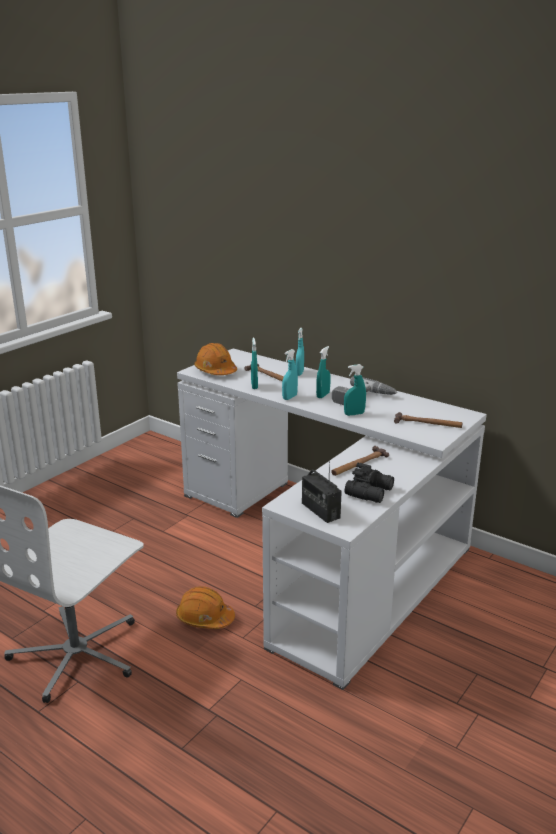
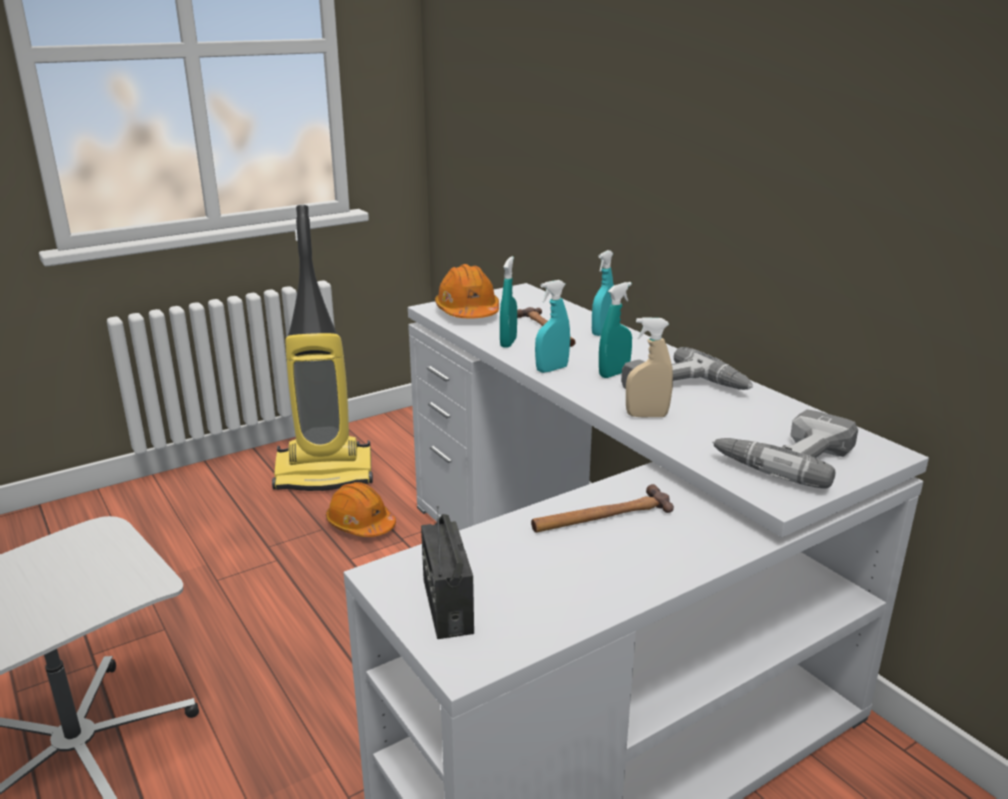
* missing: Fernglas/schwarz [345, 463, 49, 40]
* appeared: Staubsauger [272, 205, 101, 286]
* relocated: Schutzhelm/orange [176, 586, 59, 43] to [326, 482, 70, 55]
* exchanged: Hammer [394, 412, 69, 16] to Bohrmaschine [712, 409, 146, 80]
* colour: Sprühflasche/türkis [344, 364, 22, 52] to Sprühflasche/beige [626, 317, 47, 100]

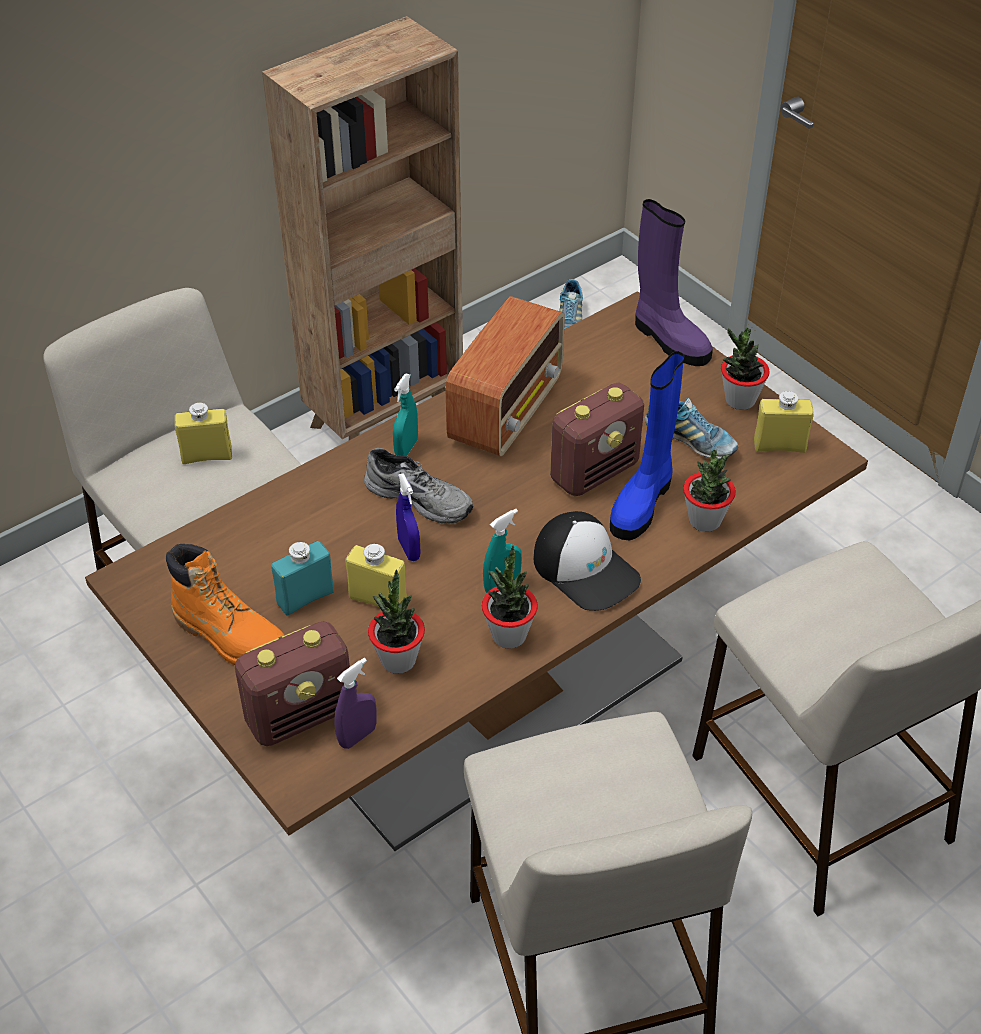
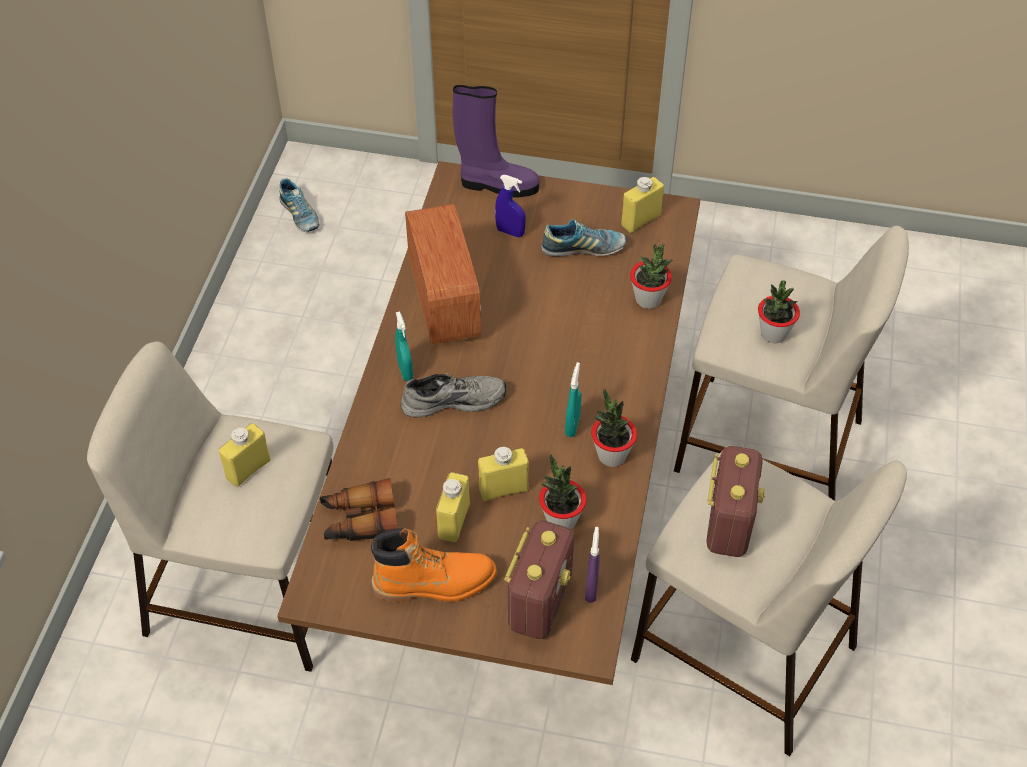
* missing: Bücherregal/braun [262, 16, 201, 424]
* missing: Kappe [534, 511, 107, 100]
* missing: Stiefel/blau [610, 351, 74, 190]
* appeared: Fernglas [320, 478, 78, 63]
* relocated: Sprühflasche/blau [396, 473, 24, 88] to [495, 175, 31, 62]
* relocated: Radio [550, 382, 94, 114] to [706, 446, 59, 111]
* relocated: Topfpflanze [721, 327, 49, 83] to [758, 280, 42, 63]
* colour: Flasche/türkis [271, 541, 63, 75] to Flasche/gelb [436, 472, 34, 70]

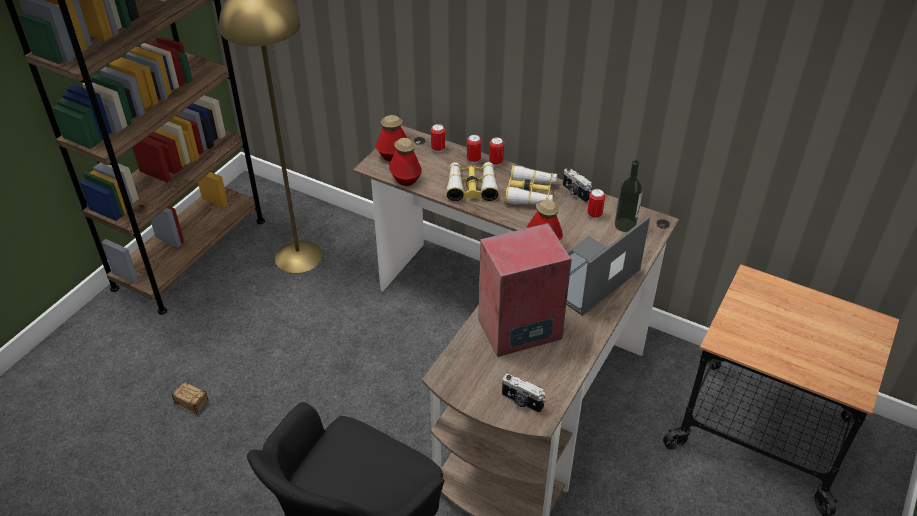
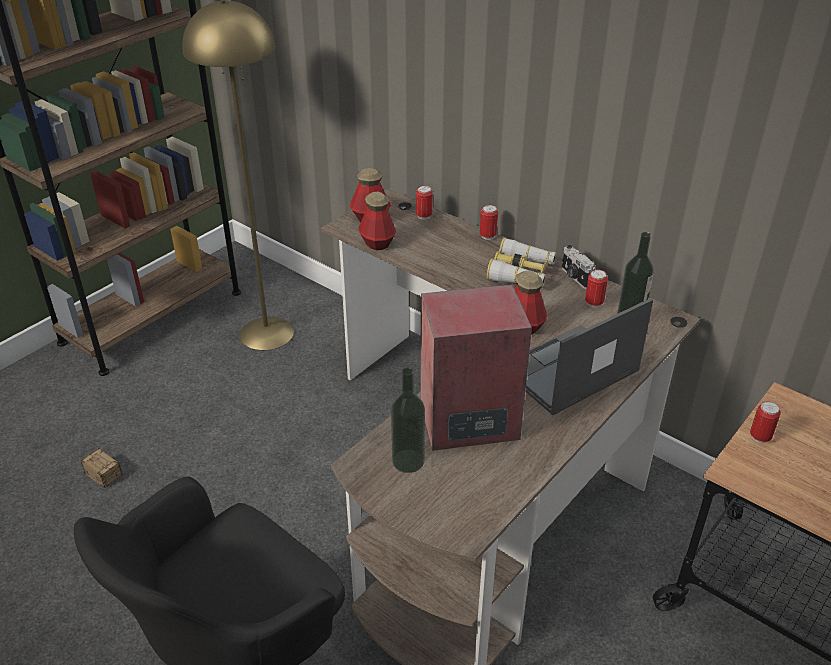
* missing: Fernglas [446, 162, 53, 39]
* missing: Kamera [502, 373, 44, 40]
* appeared: Flasche [391, 368, 34, 105]
* relocated: Dose [467, 135, 14, 28] to [750, 401, 31, 42]

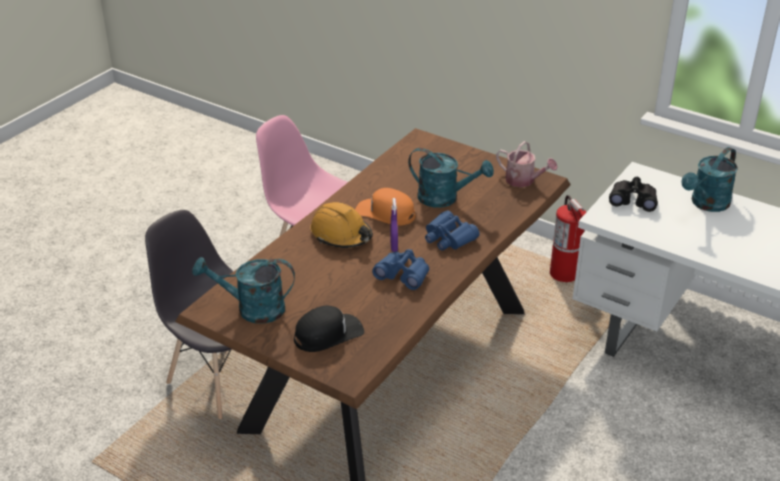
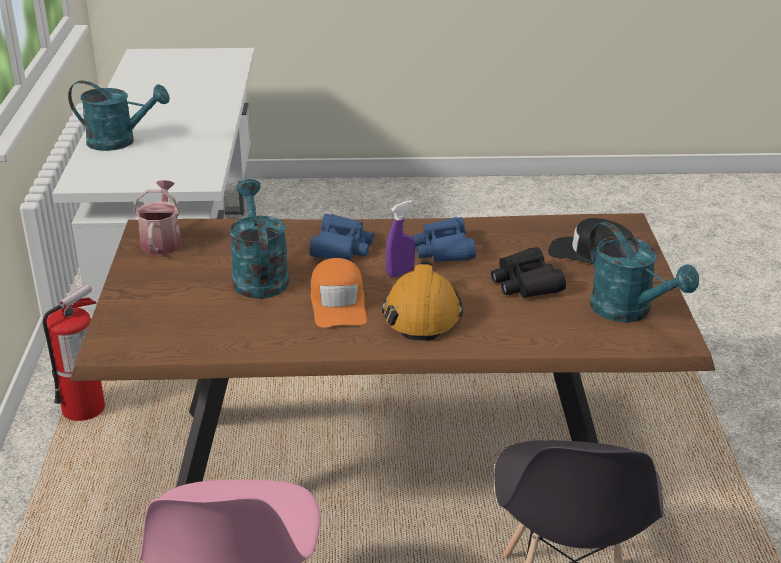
* relocated: Fernglas/schwarz [609, 177, 49, 35] to [491, 247, 75, 51]

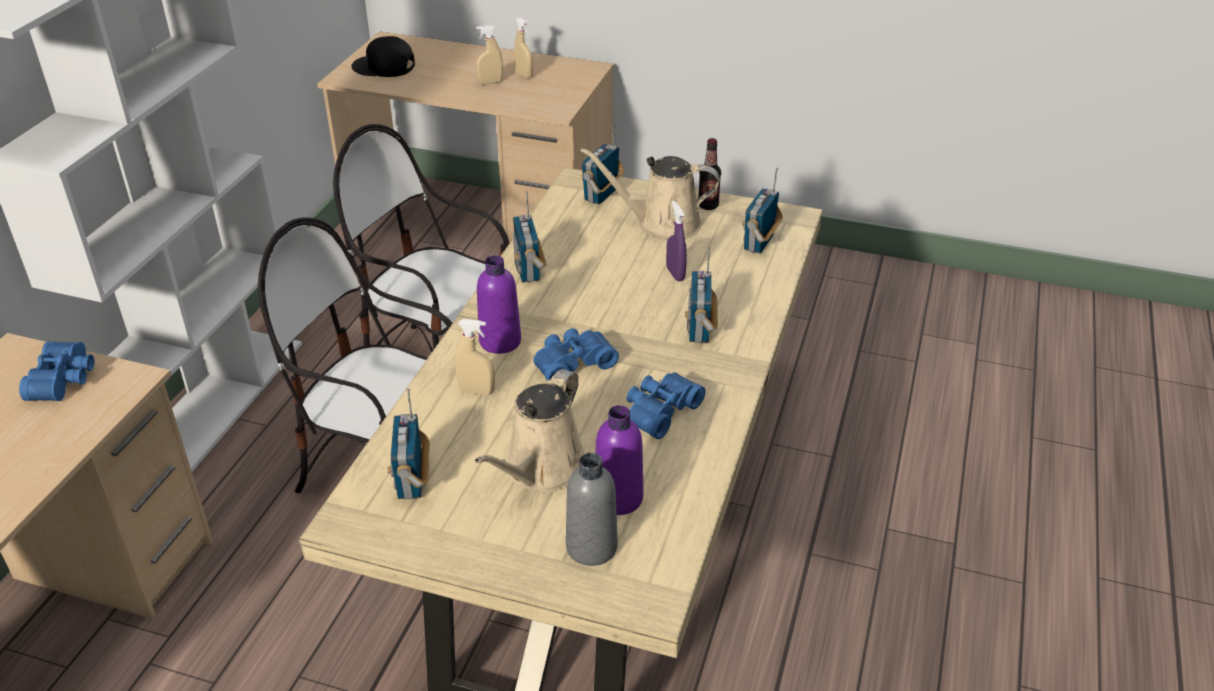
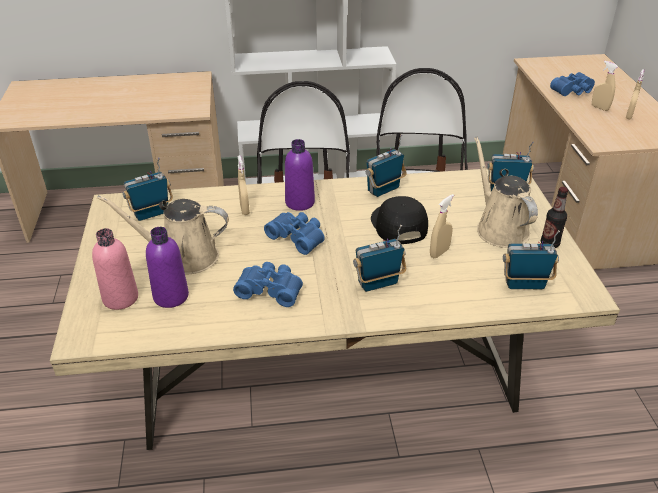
* relocated: Fernglas/blau [19, 342, 76, 59] to [550, 72, 45, 24]
* relocated: Kappe/schwarz [351, 36, 64, 41] to [371, 196, 57, 48]
* colour: Flasche/grau [566, 453, 52, 113] to Flasche/rosa [92, 228, 46, 82]
* colour: Sprühflasche/lila [666, 201, 21, 80] to Sprühflasche/beige [430, 194, 24, 64]

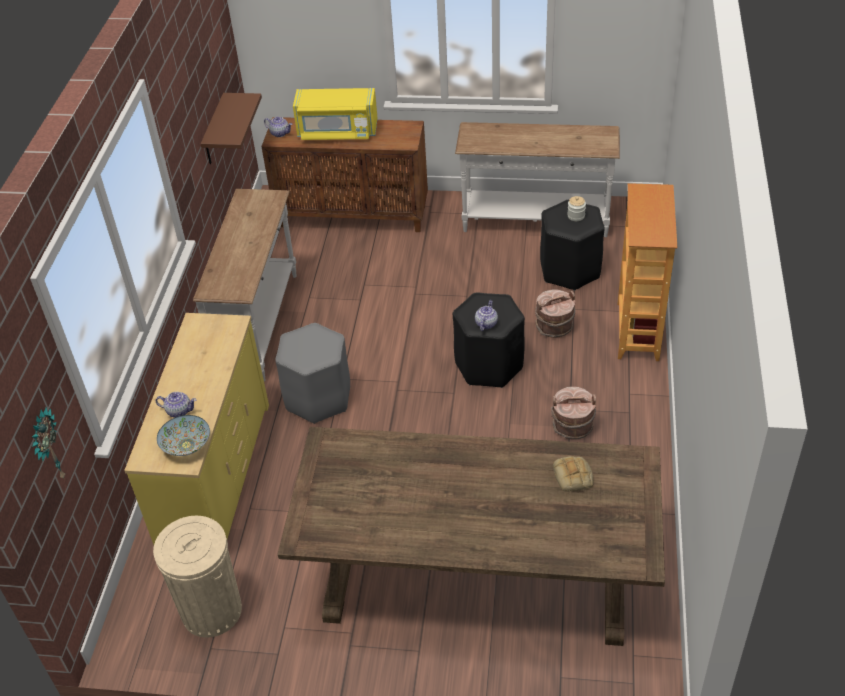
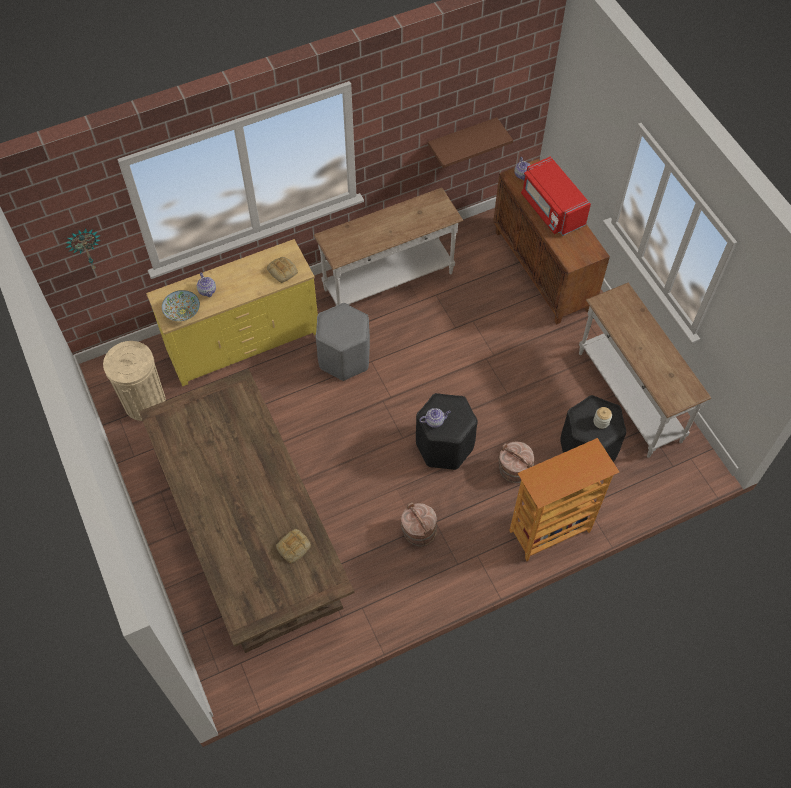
* appeared: Brot [267, 257, 31, 26]
* colour: Mikrowelle/gelb [293, 88, 85, 52] to Mikrowelle/rot [521, 156, 70, 80]

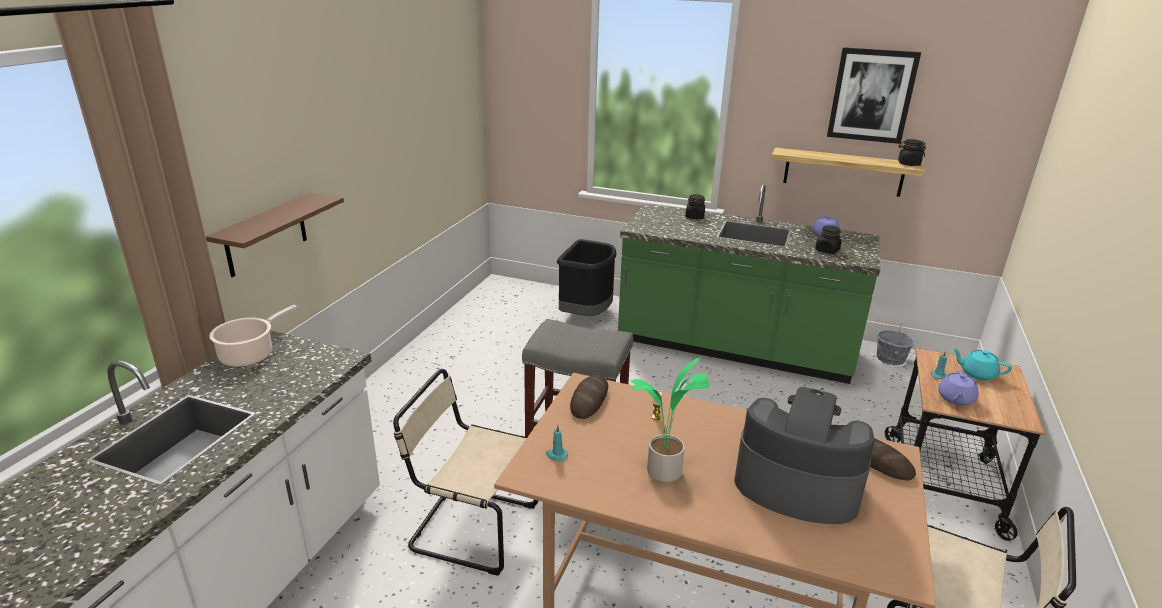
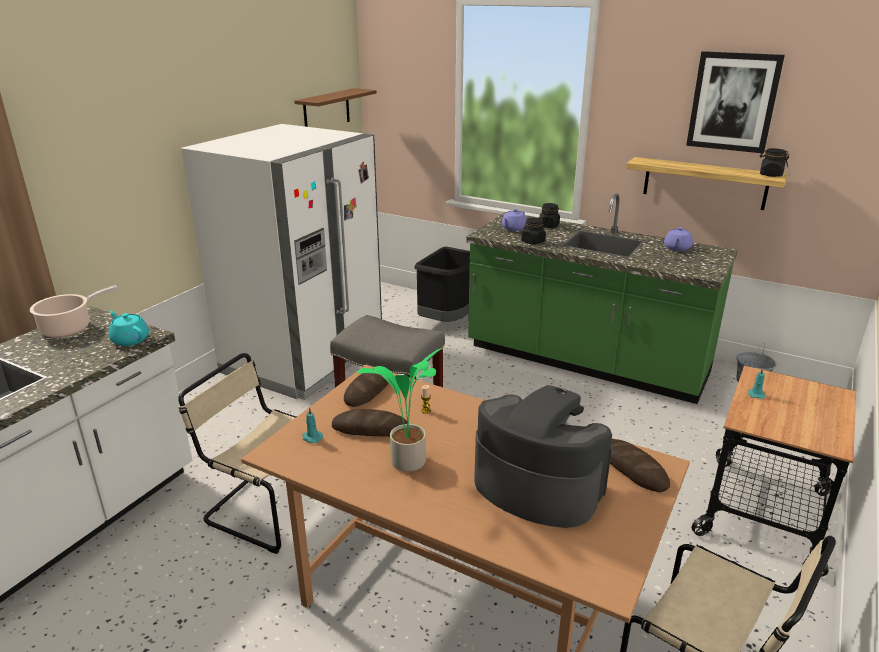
* appeared: Kühlschrank/weiß [181, 124, 201, 276]
* appeared: Brot [332, 409, 75, 28]
* relocated: Wandregal/braun [206, 193, 138, 84] to [294, 88, 83, 39]
* relocated: Vorratsglas/schwarz [815, 225, 27, 29] to [521, 217, 25, 28]
* relocated: Teekanne/lila [938, 370, 41, 36] to [502, 209, 25, 22]
* relocated: Teekanne/türkis [952, 348, 60, 33] to [109, 311, 40, 35]

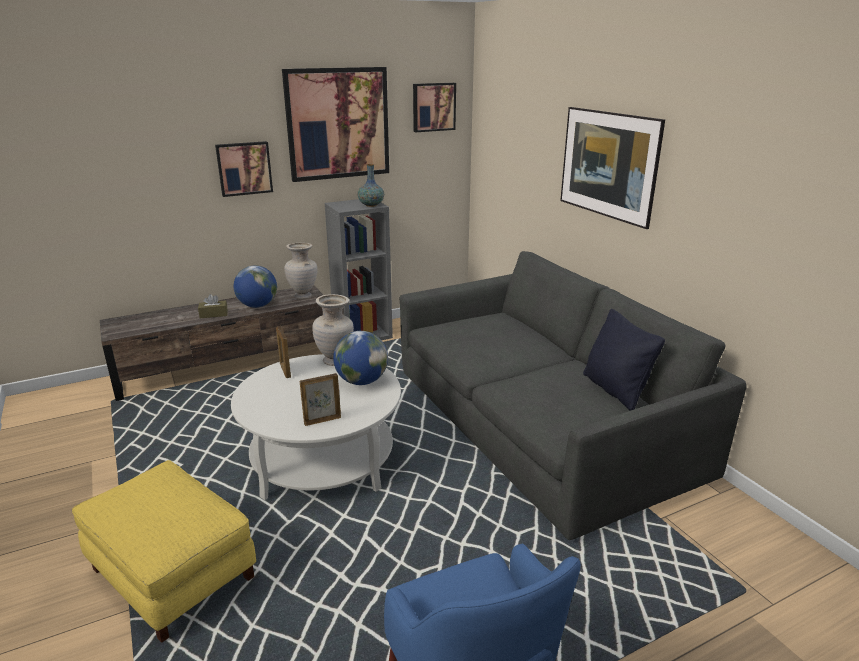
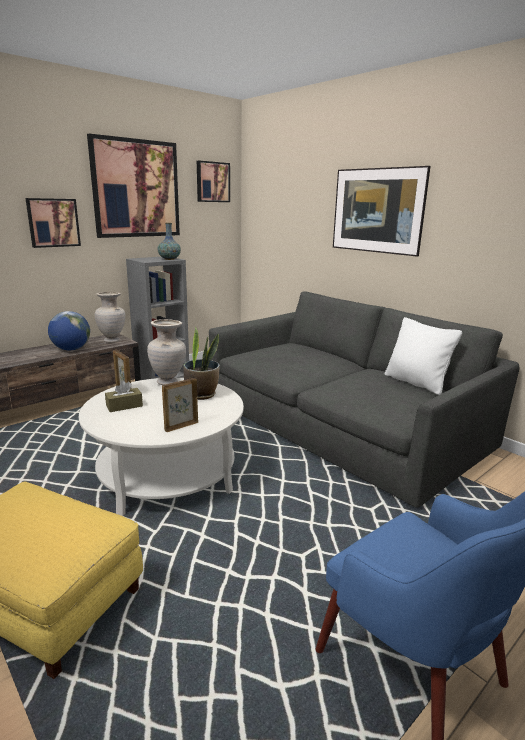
* relocated: Taschentuchbox/braun [198, 294, 30, 24] to [105, 381, 38, 31]
* exchanged: Globus [333, 331, 55, 54] to Topfpflanze [183, 327, 37, 73]
* colour: Kissen/schwarz [583, 309, 82, 102] to Kissen/weiß [385, 317, 77, 78]

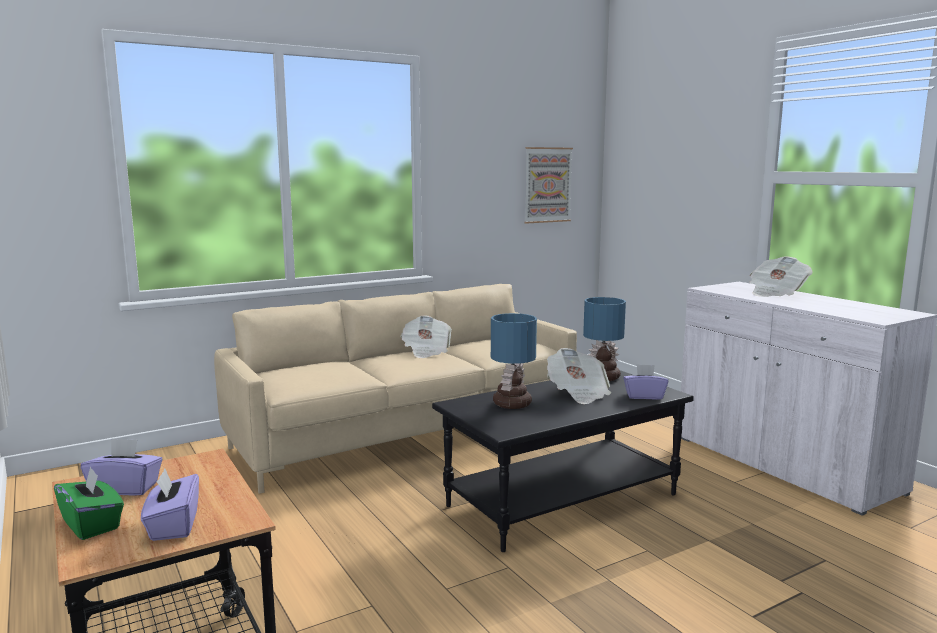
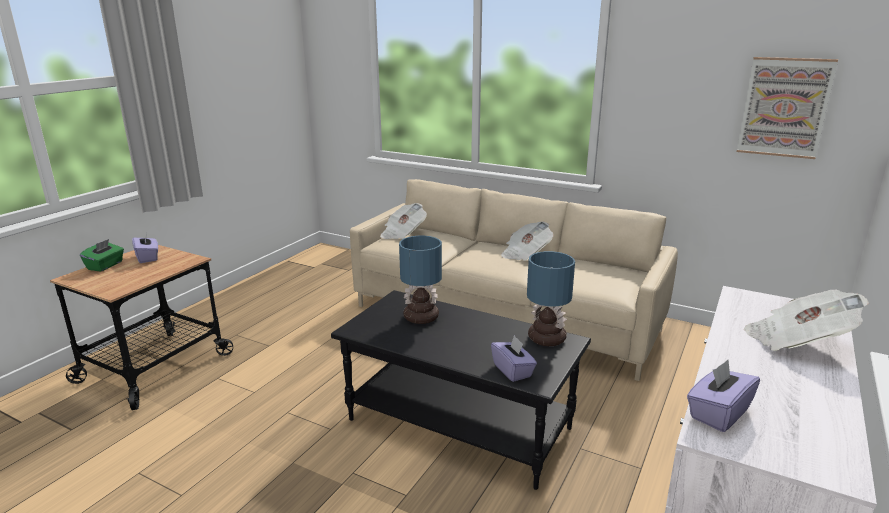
* relocated: Taschentuchbox/lila [141, 468, 58, 73] to [687, 360, 73, 72]
* relocated: Zeitung [547, 348, 64, 56] to [380, 203, 47, 36]

